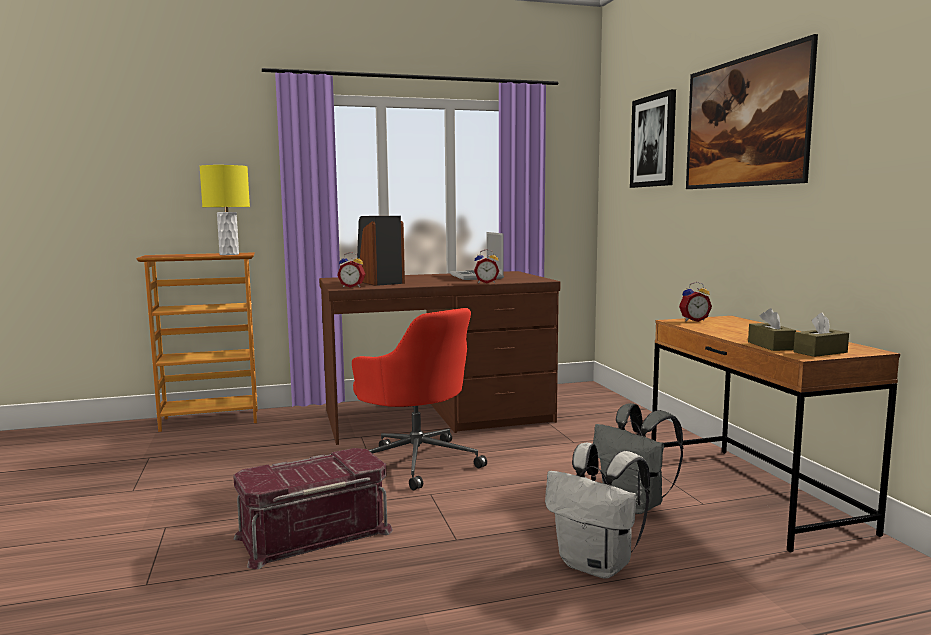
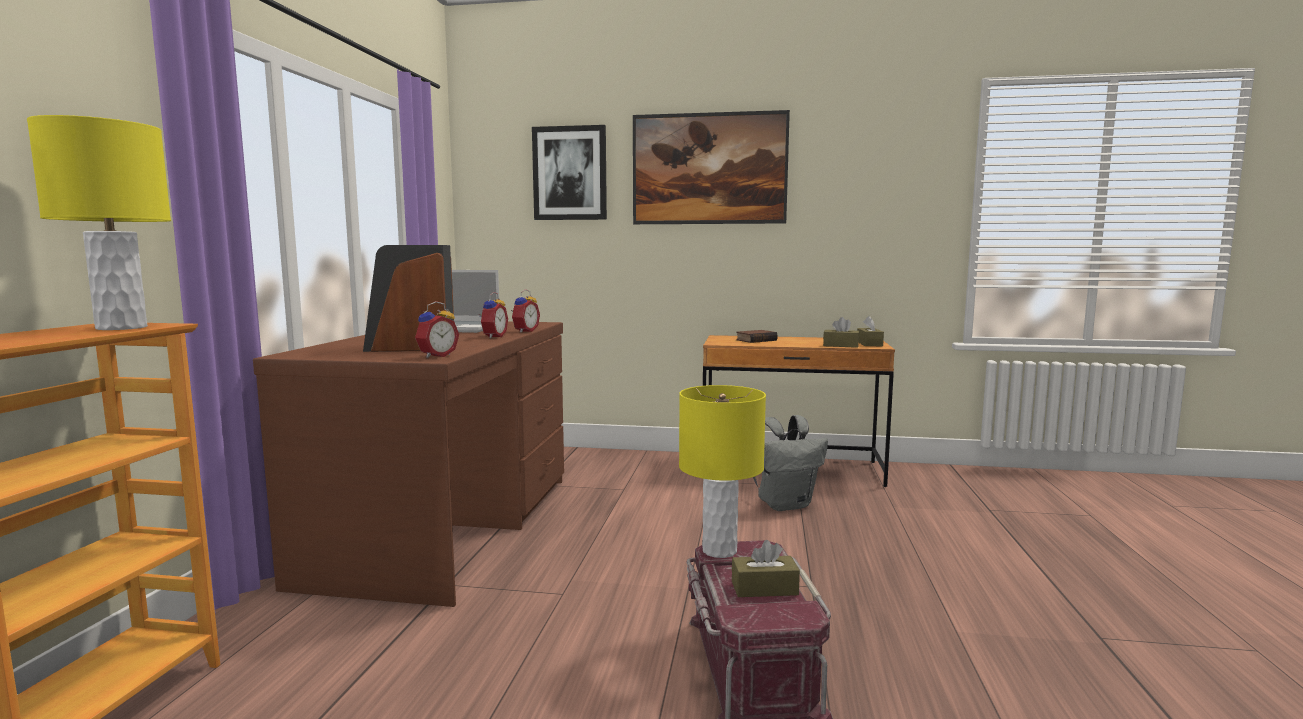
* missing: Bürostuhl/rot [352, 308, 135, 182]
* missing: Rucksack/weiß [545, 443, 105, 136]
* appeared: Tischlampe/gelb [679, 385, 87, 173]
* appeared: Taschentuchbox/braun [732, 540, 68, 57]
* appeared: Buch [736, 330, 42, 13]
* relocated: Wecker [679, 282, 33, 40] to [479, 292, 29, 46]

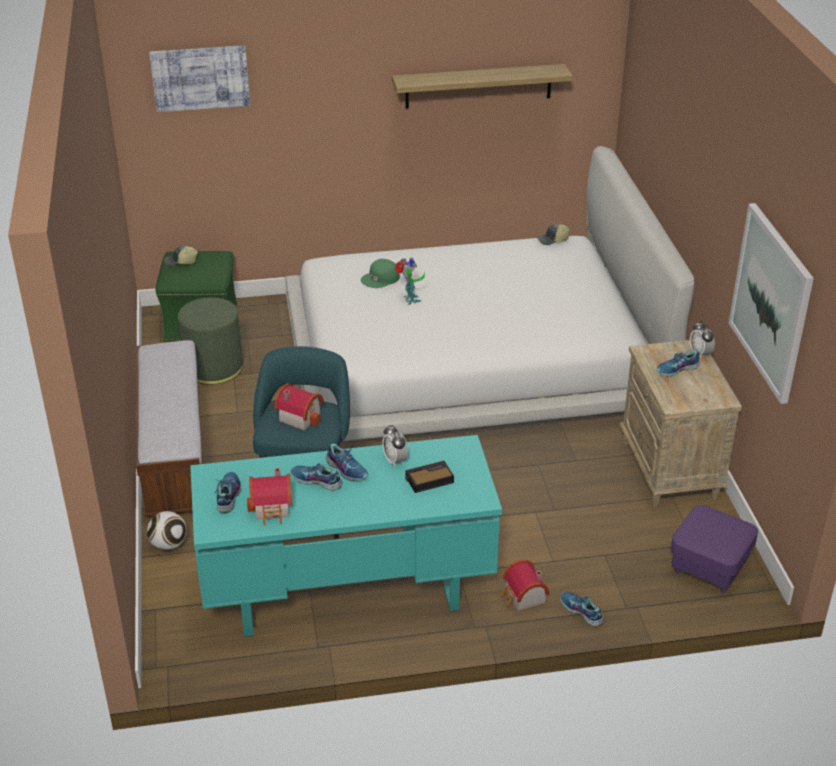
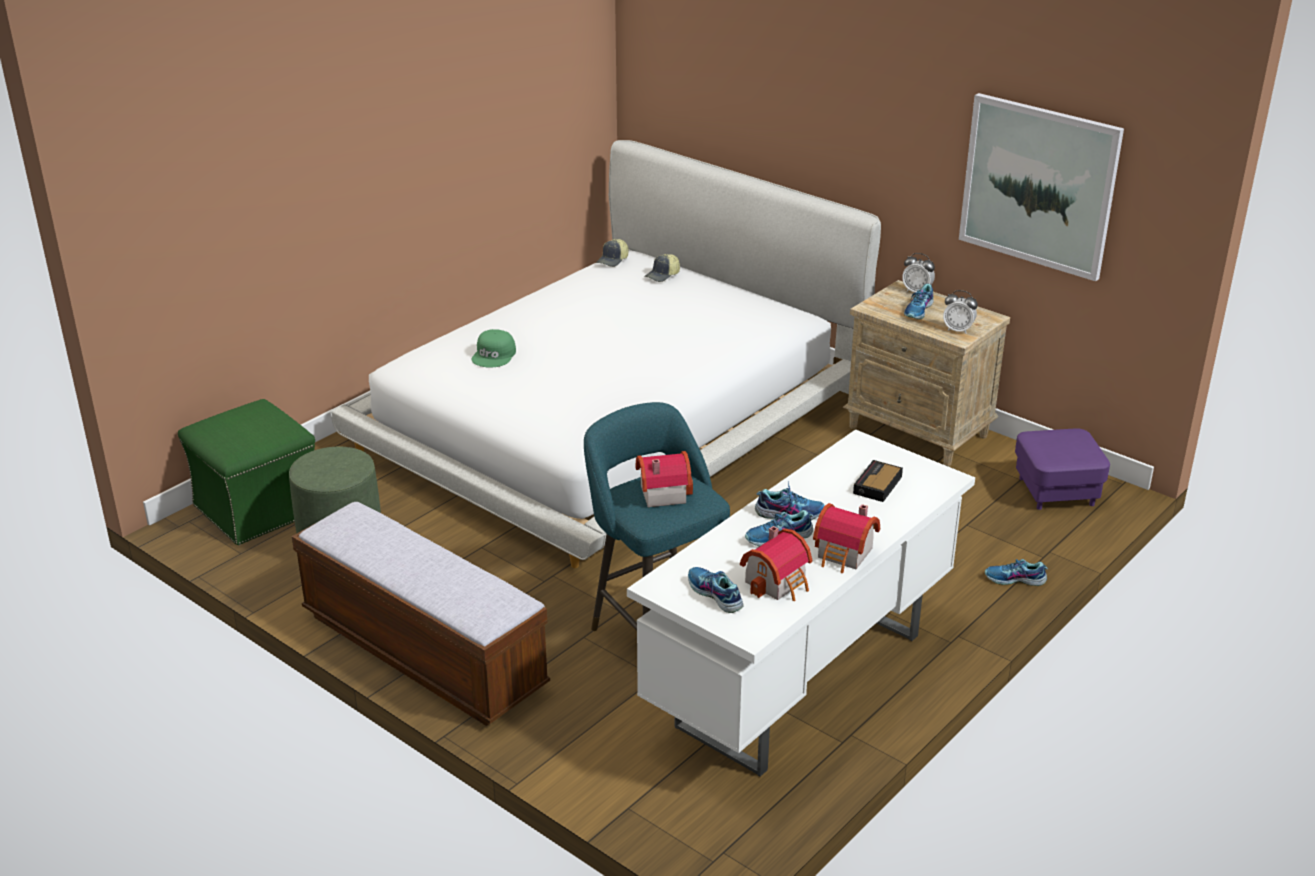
* missing: Fußball [147, 511, 40, 40]
* missing: Bild [149, 45, 101, 67]
* missing: Wandregal [392, 64, 180, 45]
* missing: Spielzeugroboter [395, 257, 30, 48]
* relocated: Kappe [164, 245, 34, 21] to [644, 254, 36, 28]
* relocated: Wecker [382, 425, 26, 42] to [943, 290, 35, 44]
* relocated: Spielzeughaus [500, 560, 50, 51] to [813, 503, 67, 70]
* colour: Schreibtisch/türkis [190, 435, 312, 202] to Schreibtisch/weiß [627, 429, 348, 348]

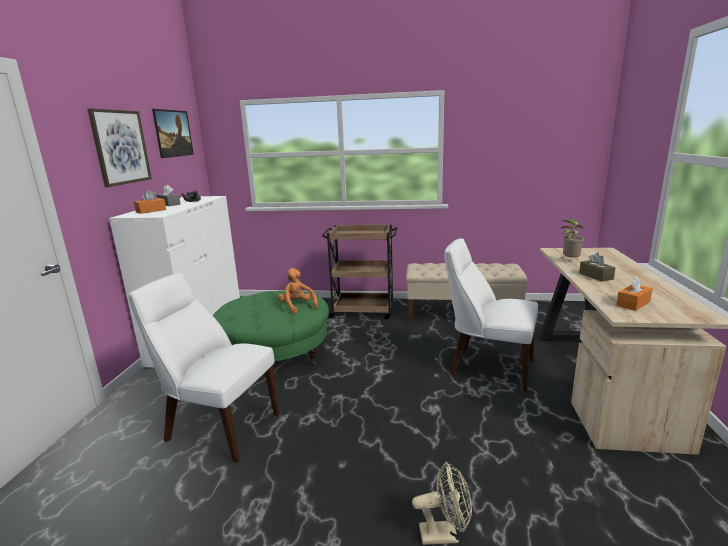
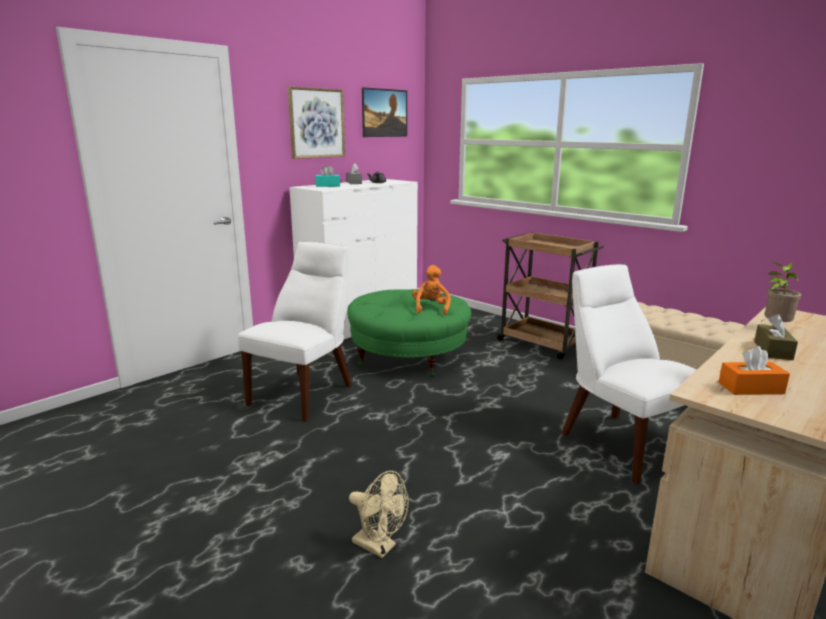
* colour: Taschentuchbox/orange [134, 190, 32, 24] to Taschentuchbox/türkis [315, 165, 25, 22]
* spun: Stuhl/weiß [129, 273, 151, 190] = [238, 242, 114, 180] 60 degrees clockwise

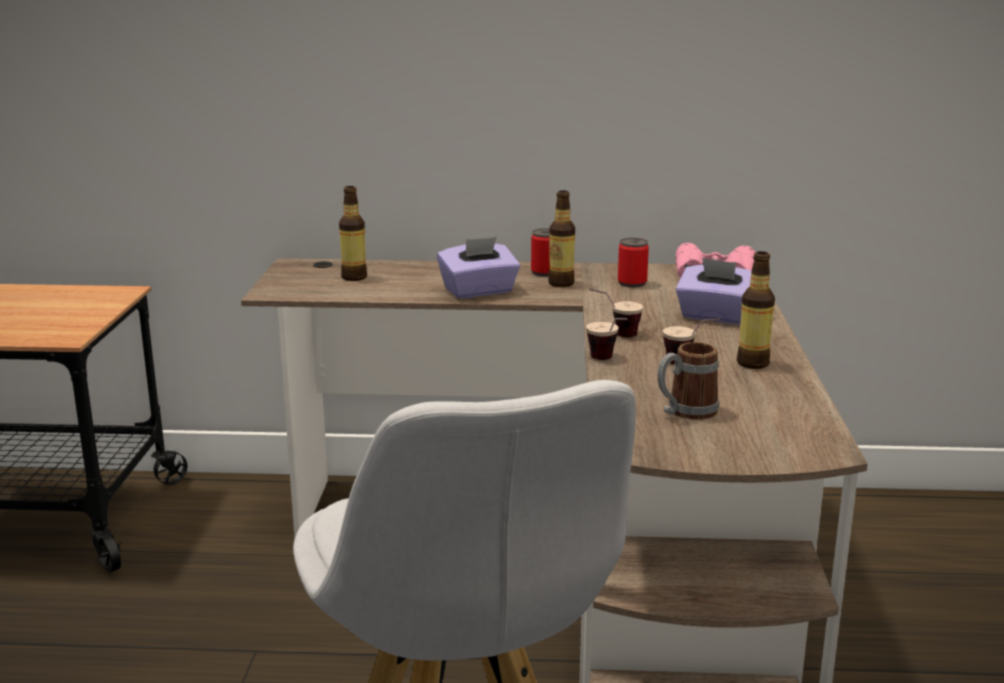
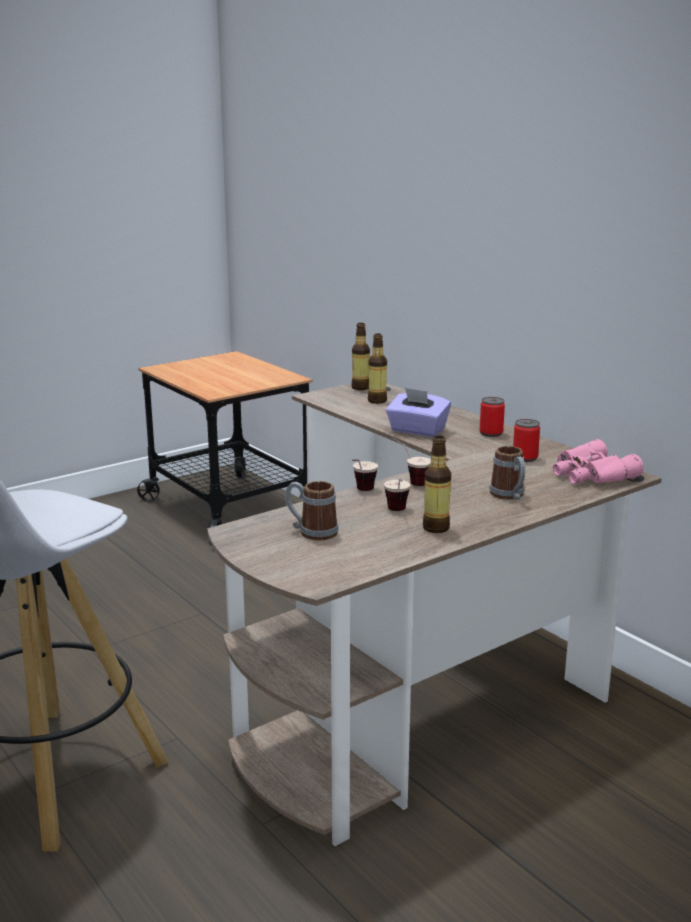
* relocated: Flasche [548, 191, 27, 96] to [352, 323, 18, 67]
* exchanged: Taschentuchbox/lila [676, 258, 76, 67] to Henkelbecher [489, 446, 36, 54]

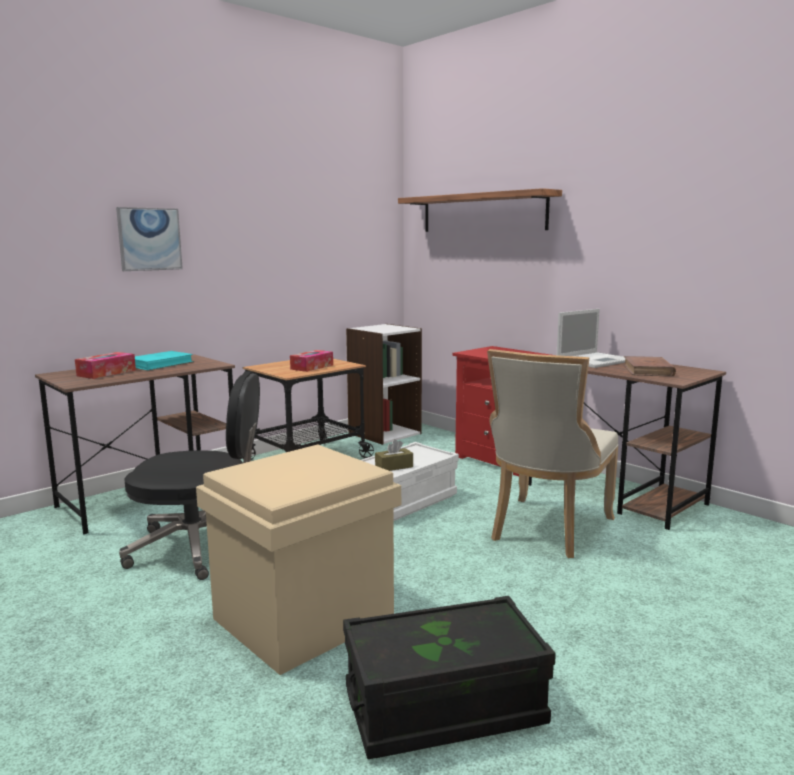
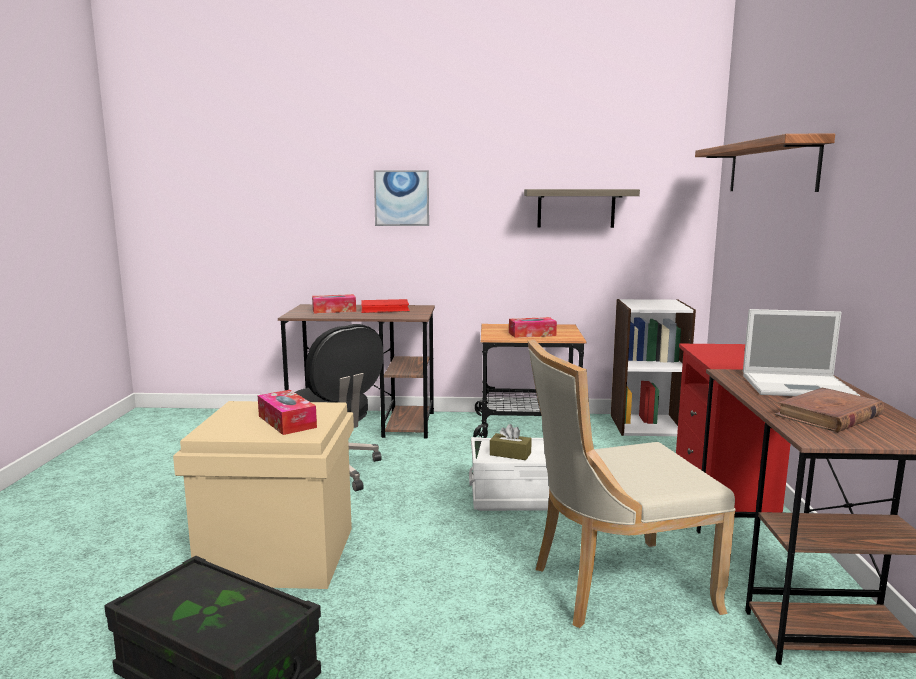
* appeared: Taschentuchbox [258, 390, 59, 45]
* appeared: Wandregal [524, 189, 116, 39]
* colour: Buch/türkis [135, 351, 59, 19] to Buch/rot [361, 299, 49, 14]

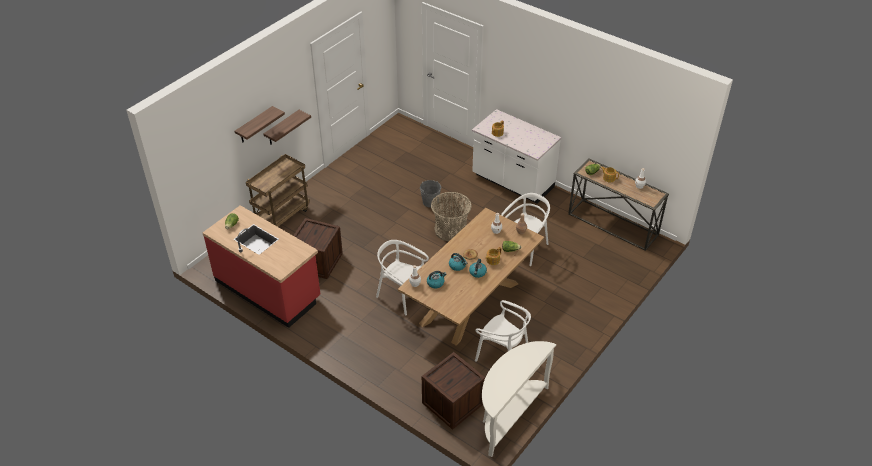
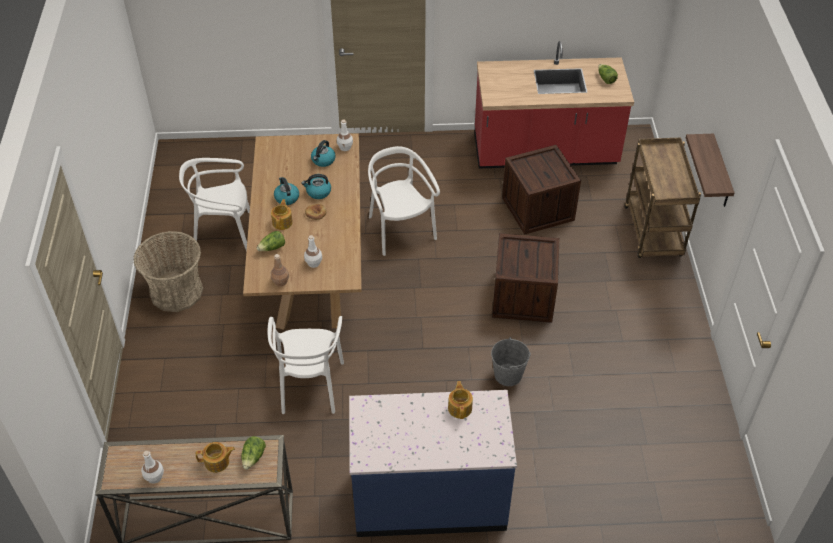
* missing: Wandregal [235, 106, 50, 37]
* missing: Konsolentisch/weiß [482, 341, 74, 116]
* relocated: Kiste [422, 352, 63, 78] to [492, 233, 67, 90]
* relocated: Korb [431, 192, 41, 49] to [134, 231, 69, 81]
* colour: Küchenzeile/weiß [472, 109, 89, 95] to Küchenzeile/blau [349, 390, 168, 147]
* spun: Stuhl/weiß [376, 240, 53, 75] = [368, 146, 72, 110] 105 degrees counterclockwise

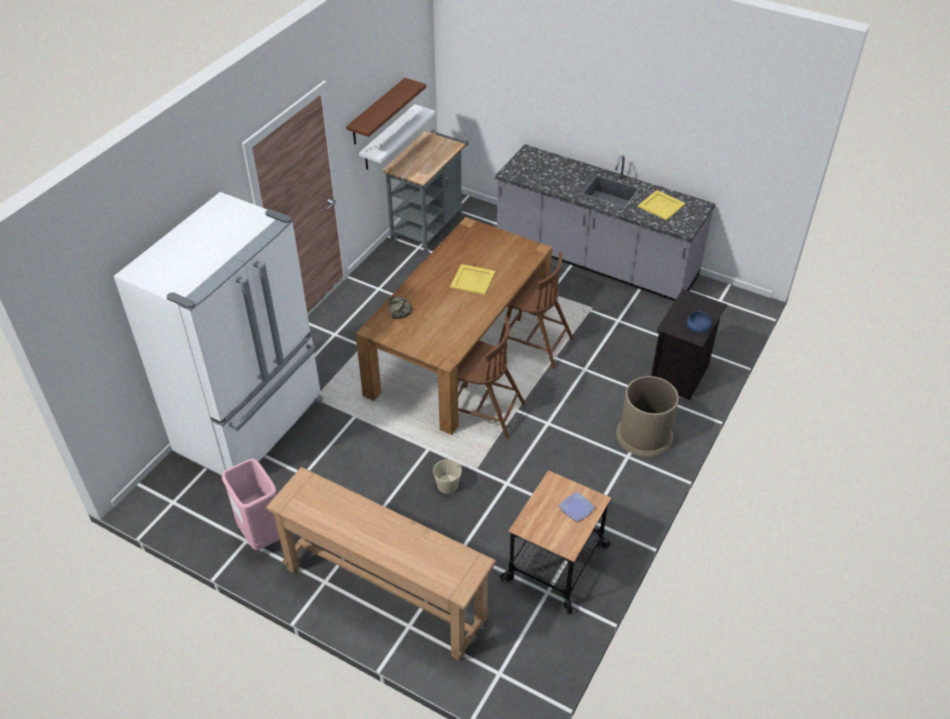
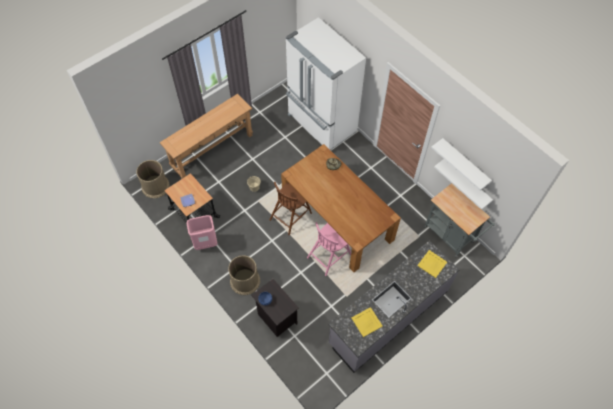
* appeared: Mülleimer/braun [136, 160, 34, 38]
* relocated: Mülleimer/rosa [222, 459, 58, 91] to [187, 215, 30, 35]
* relocated: Tablett/gelb [450, 264, 46, 31] to [417, 250, 30, 28]
* colour: Wandregal/braun [346, 78, 80, 67] to Wandregal/weiß [431, 138, 61, 52]
* colour: Stuhl/braun [499, 251, 75, 118] to Stuhl/rosa [307, 222, 44, 54]

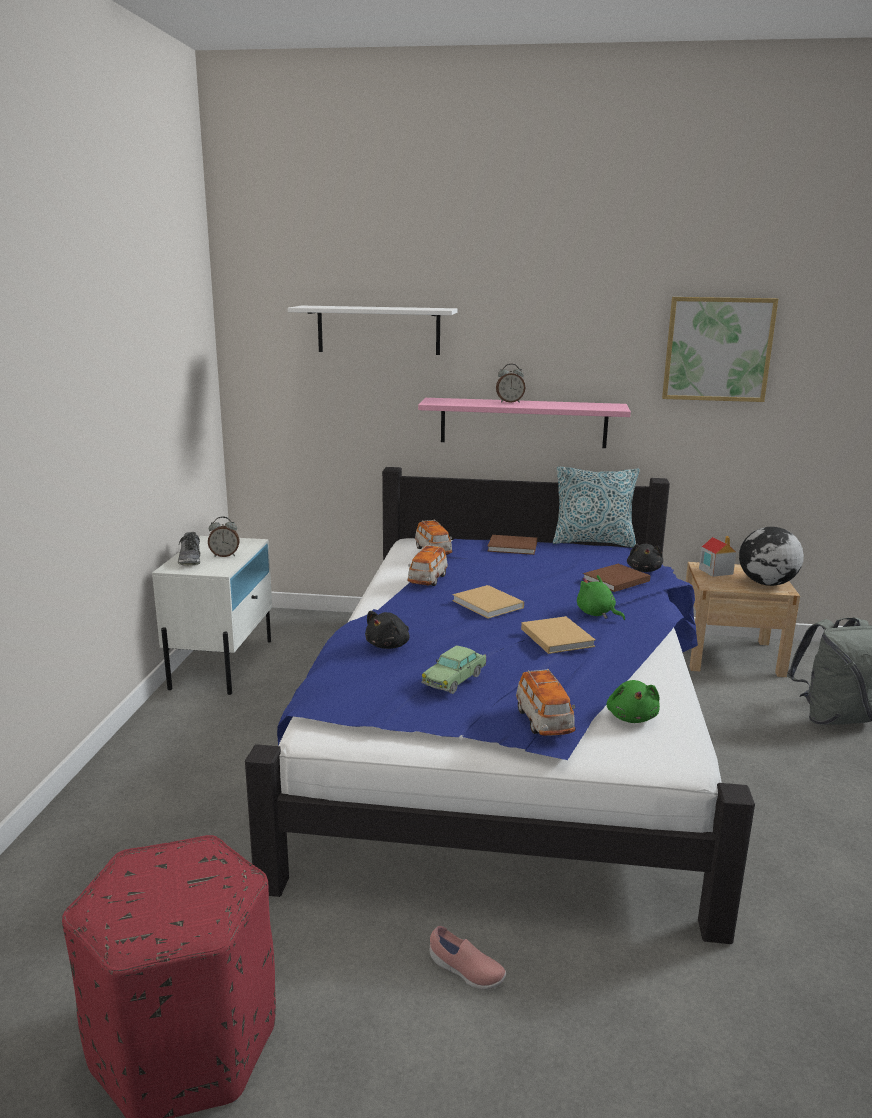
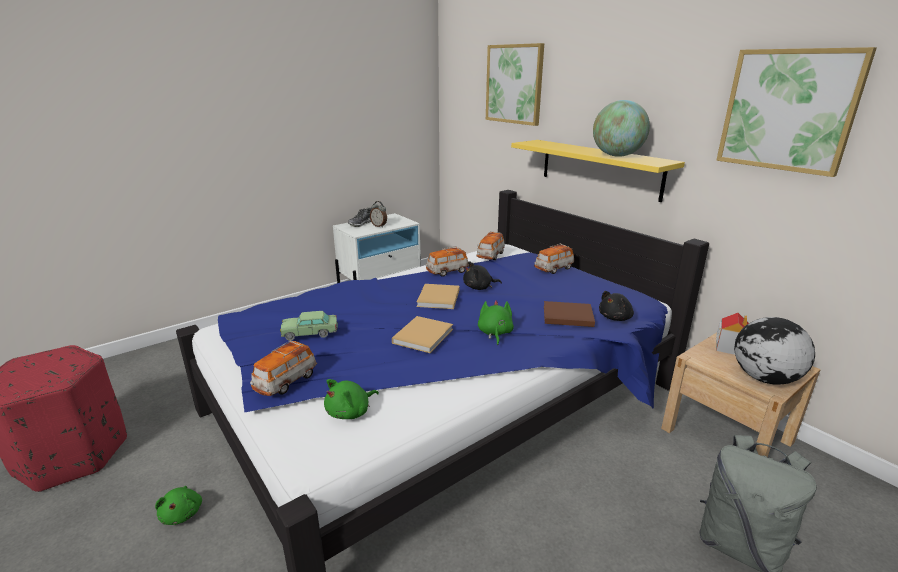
* missing: Wecker [496, 364, 29, 39]
* missing: Kissen [553, 466, 87, 82]
* appeared: Globus [593, 100, 57, 57]
* relocated: Plüschtier/schwarz [365, 611, 45, 38] to [463, 262, 39, 28]
* exchanged: Wandregal/weiß [288, 306, 169, 49] to Bild [486, 43, 58, 83]
* exchanged: Schuh/rosa [430, 926, 76, 63] to Plüschtier/grün [155, 486, 47, 39]
* exchanged: Buch/braun [488, 535, 49, 20] to Spielzeugauto [534, 243, 40, 31]
* colour: Wandregal/rosa [418, 398, 213, 50] to Wandregal/gelb [511, 140, 174, 62]

